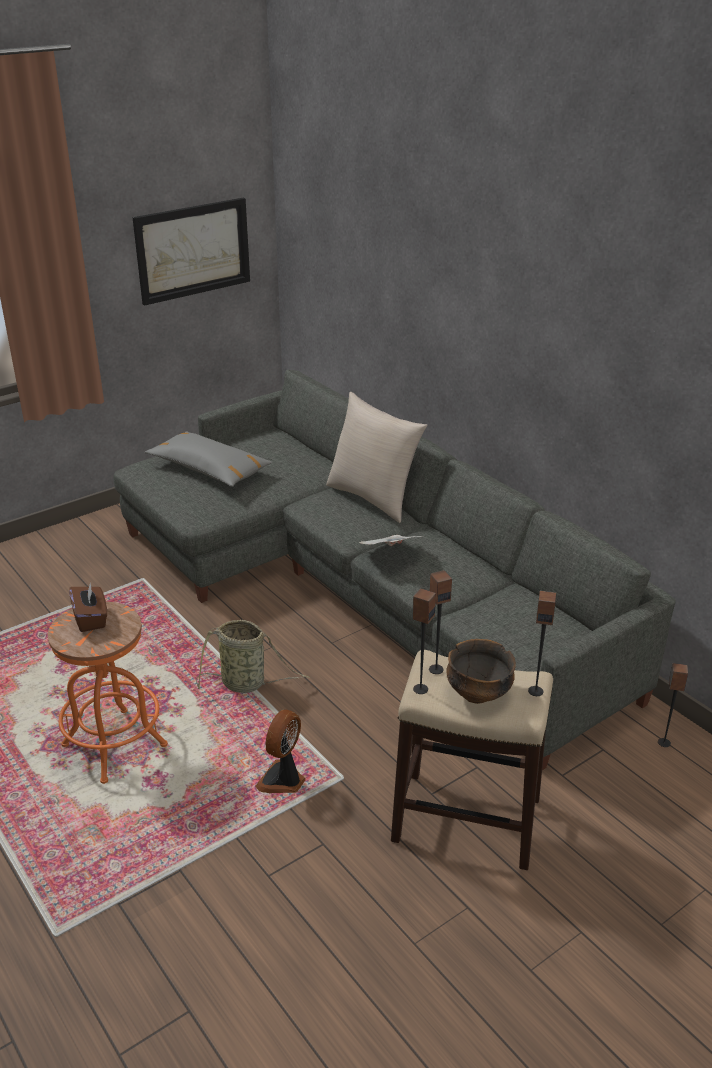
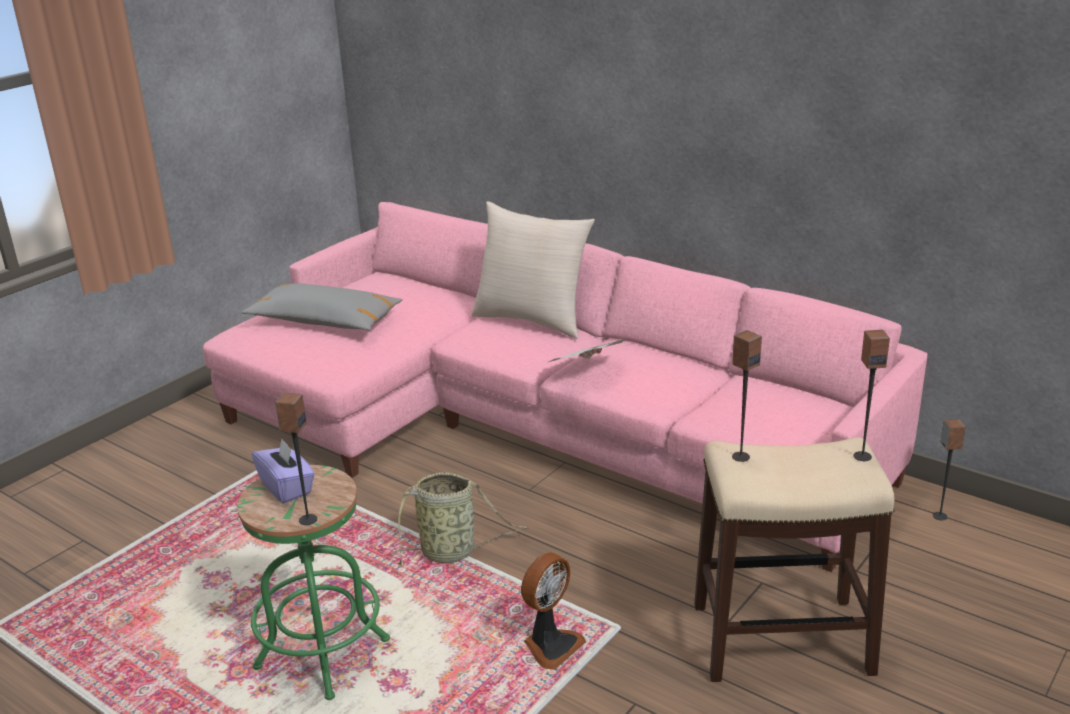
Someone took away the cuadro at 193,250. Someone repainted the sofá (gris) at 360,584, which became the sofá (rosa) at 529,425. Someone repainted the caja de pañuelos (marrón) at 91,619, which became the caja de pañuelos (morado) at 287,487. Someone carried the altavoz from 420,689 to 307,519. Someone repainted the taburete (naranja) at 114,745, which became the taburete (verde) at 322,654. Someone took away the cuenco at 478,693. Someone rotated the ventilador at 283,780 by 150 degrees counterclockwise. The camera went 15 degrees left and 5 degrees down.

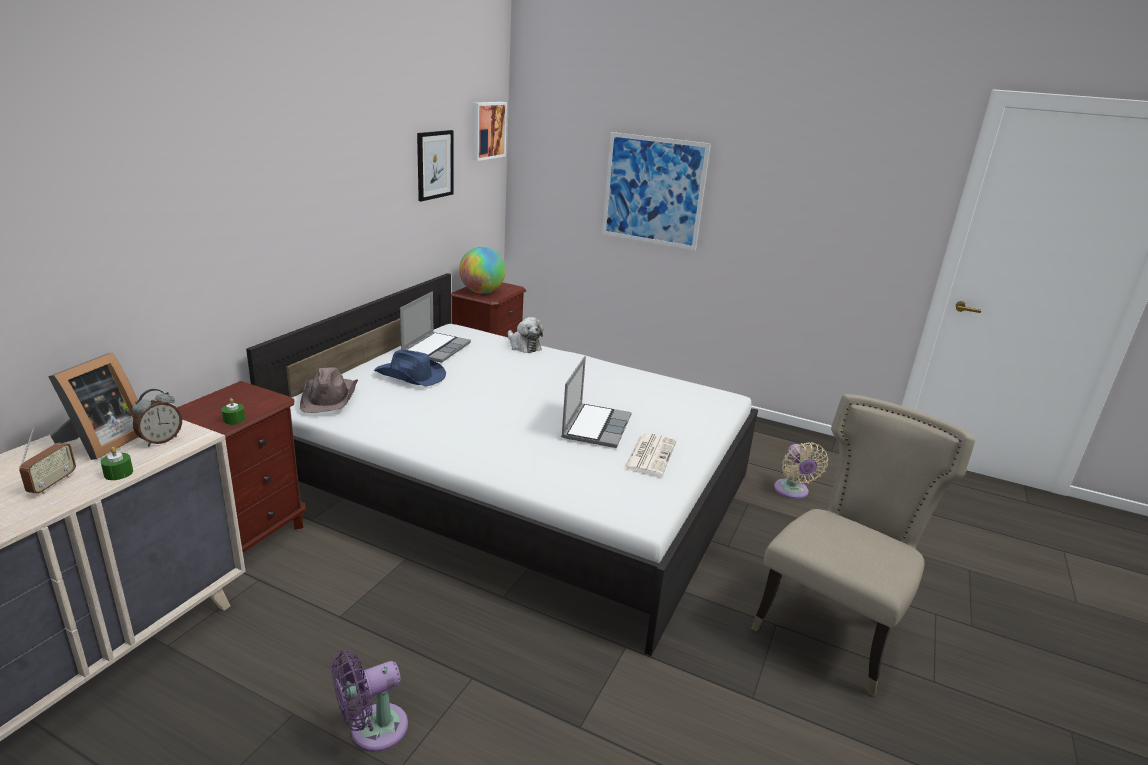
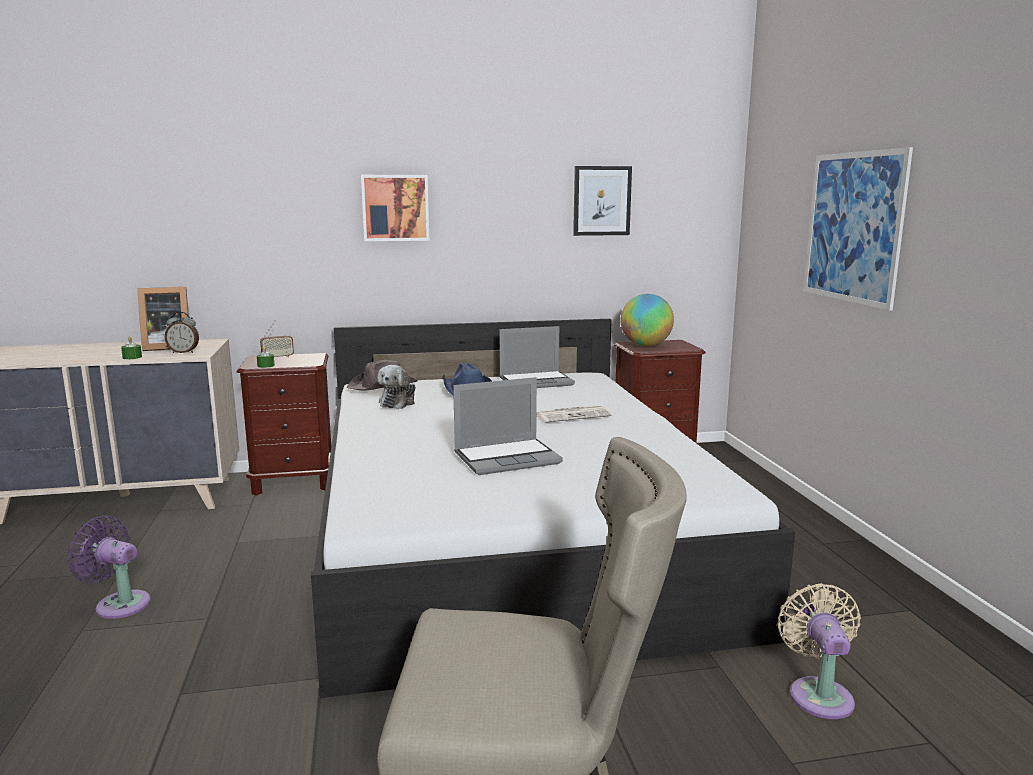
Someone carried the cuadro from 486,130 to 395,208. Someone carried the peluche from 523,346 to 398,402. Someone carried the radio from 52,484 to 278,358. Someone carried the periódico from 650,454 to 572,415. Someone rotated the ventilador (beis) at 792,492 by 135 degrees clockwise. The camera went 55 degrees right and 10 degrees down.

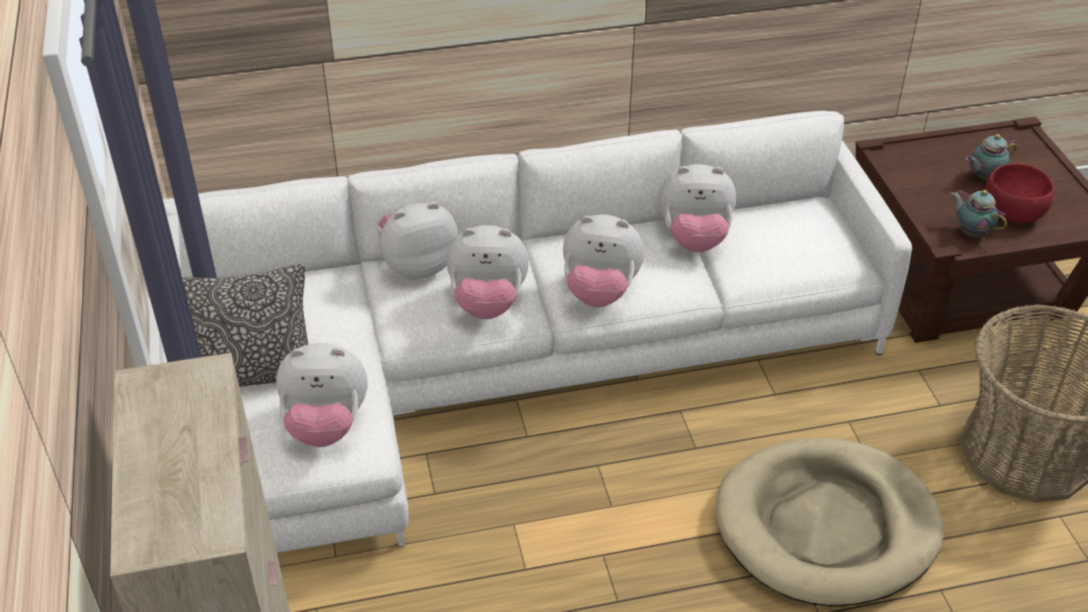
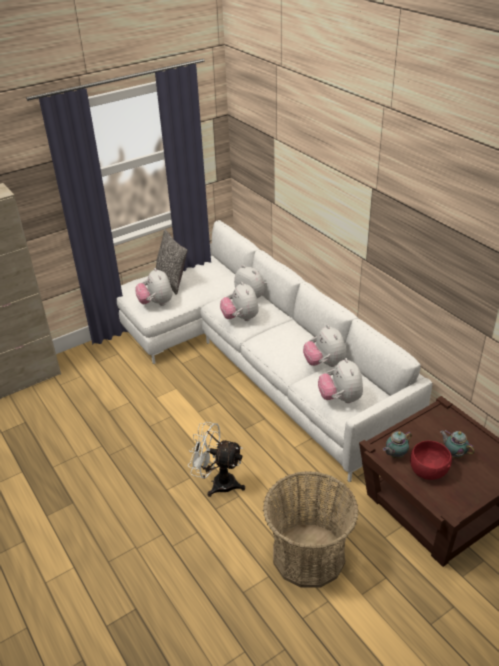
Someone rotated the tetera at 971,233 by 150 degrees counterclockwise. Someone carried the peluche from 600,292 to 340,398. Someone swapped the cama para perro (beis) at 826,527 for the ventilador (blanco) at 218,483. The camera went 70 degrees right and 5 degrees down.

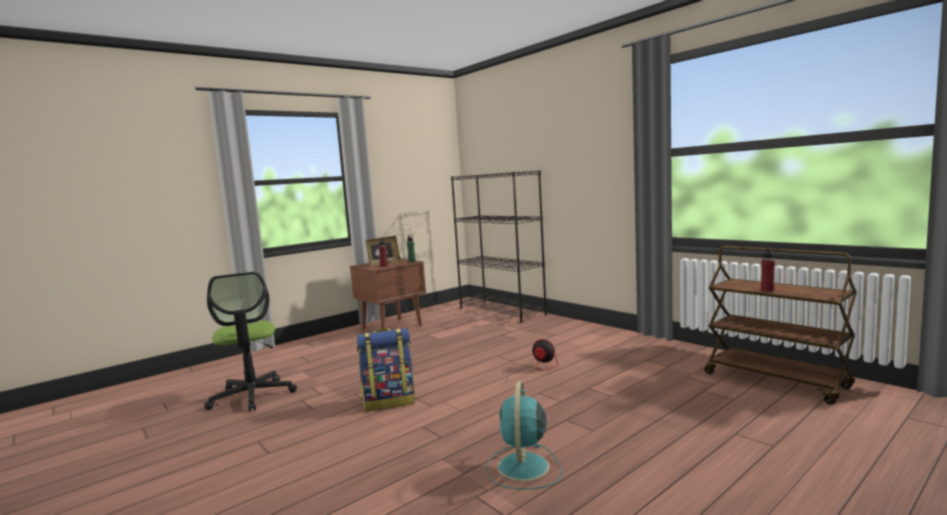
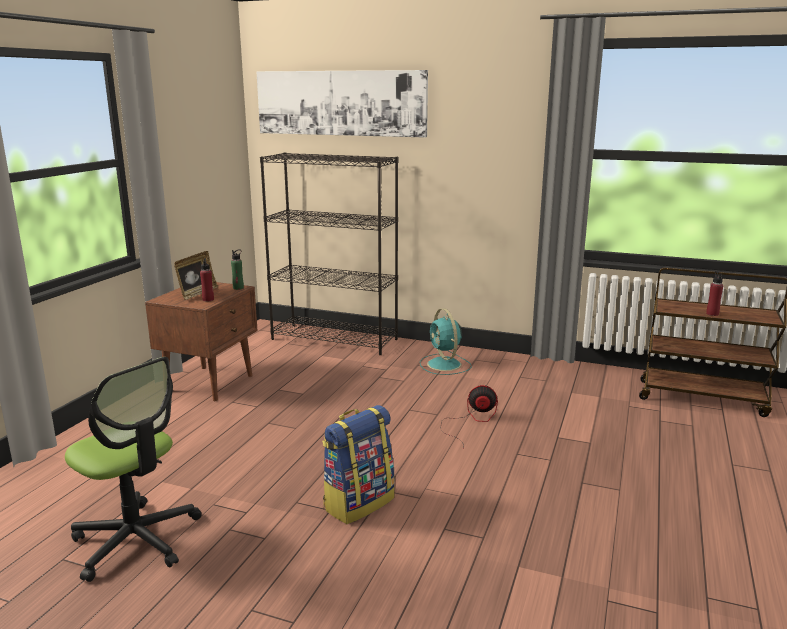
Someone carried the ventilador (turquesa) from 523,468 to 445,365. Someone put up the cuadro at 340,103. The camera went 30 degrees left and 10 degrees up.

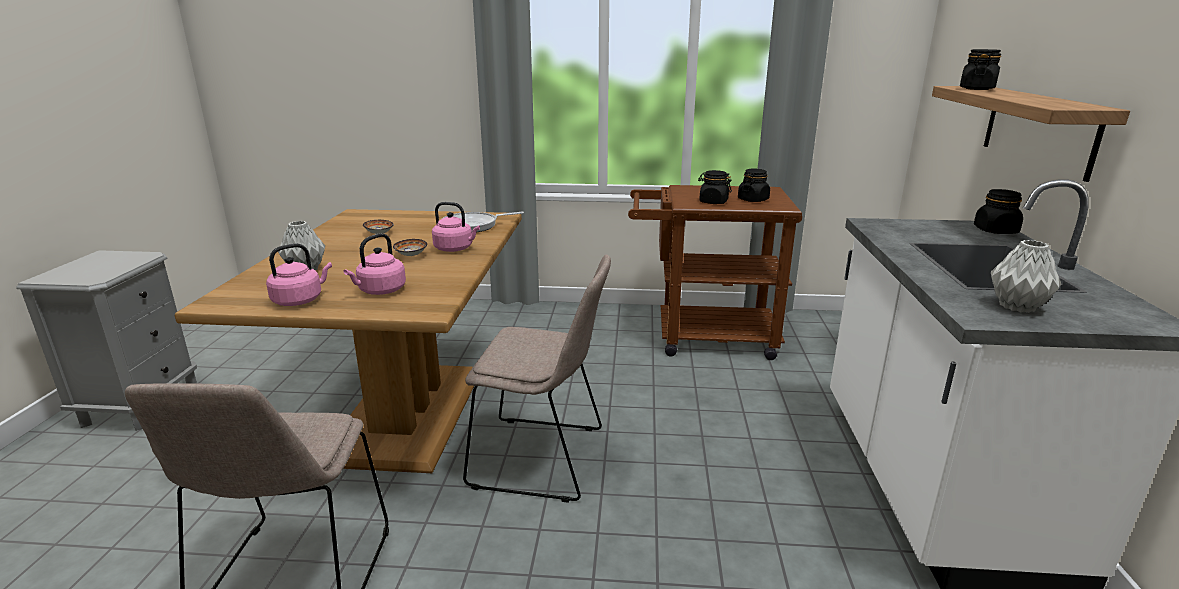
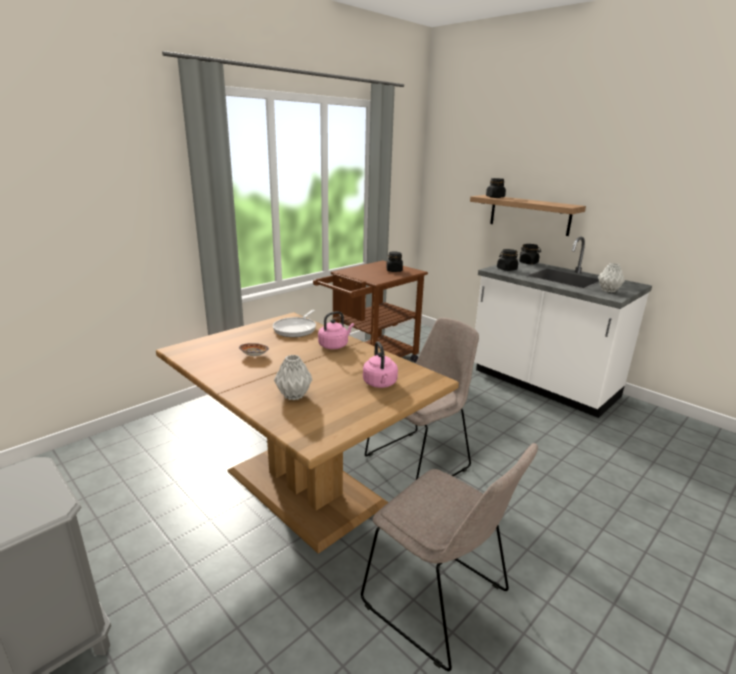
Someone carried the tarro (negro) from 713,202 to 506,269. Someone took away the cuenco at 411,255. Someone took away the hervidor (rosa) at 300,300. The camera went 50 degrees left and 0 degrees up.

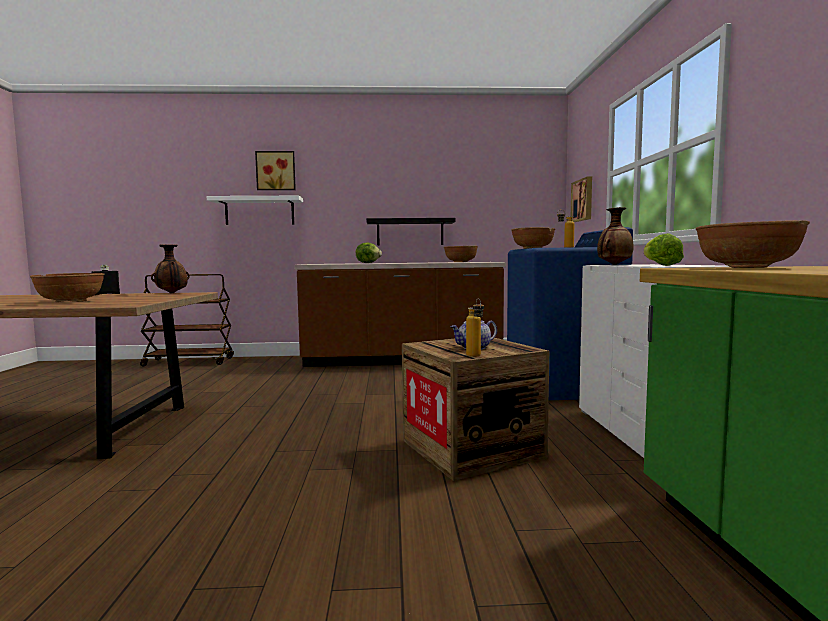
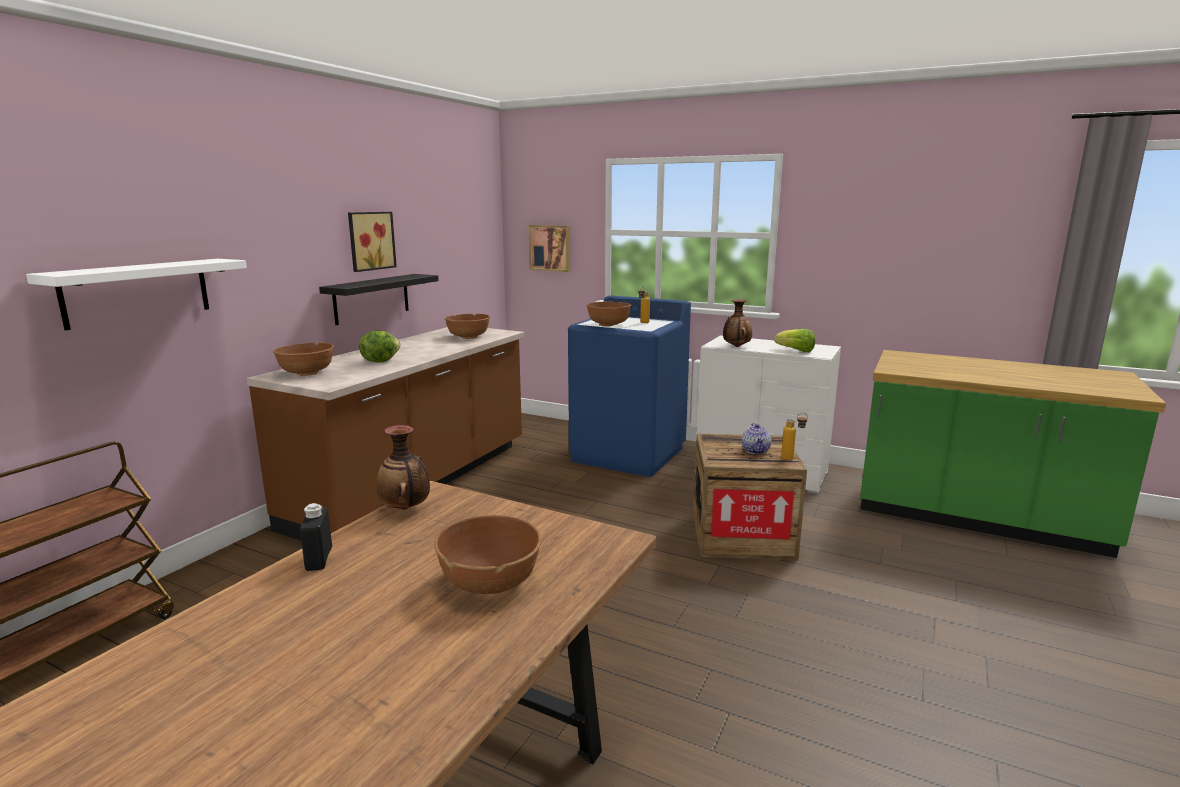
Someone carried the cuadro from 276,171 to 370,241. Someone carried the cuenco (marrón) from 746,267 to 306,373. The camera went 60 degrees left and 10 degrees up.

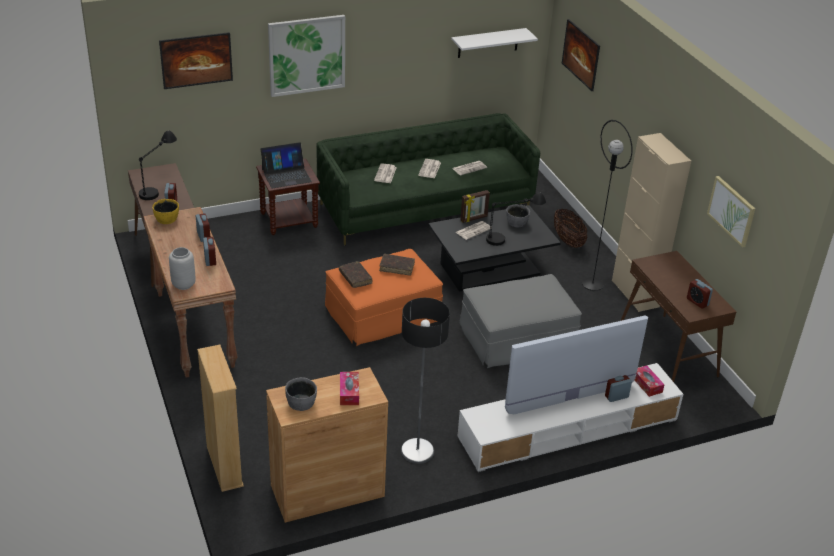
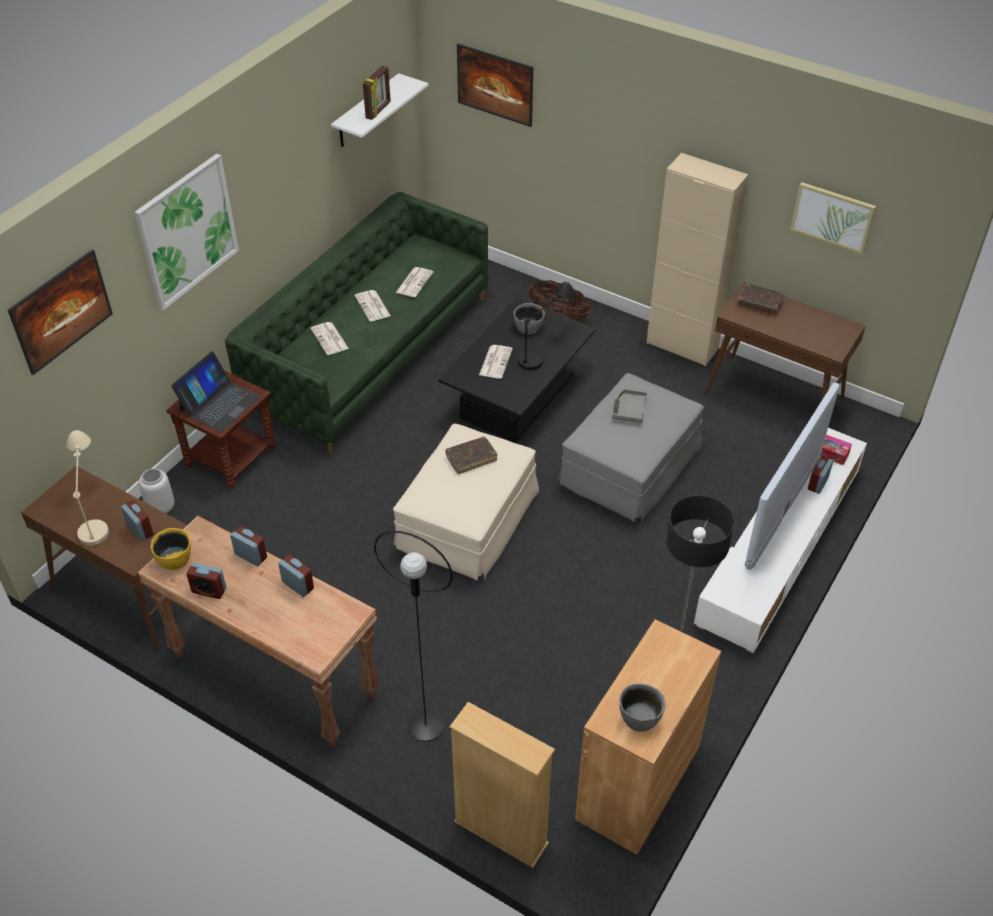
Someone carried the lámpara de pie (negro) from 592,284 to 425,725. Someone repainted the lámpara de mesa (negro) at 159,187, which became the lámpara de mesa (beis) at 93,514. Someone carried the portarretratos from 474,219 to 378,110. Someone carried the florero (gris) from 183,284 to 160,508. Someone repainted the puf (naranja) at 383,315, which became the puf (beis) at 467,521. Someone carried the libro (marrón) from 355,278 to 760,303. Someone carried the despertador from 697,302 to 209,590. Someone took away the caja de pañuelos at 349,392. Someone put down the bandeja (gris) at 629,410. The camera went 35 degrees left and 10 degrees up.

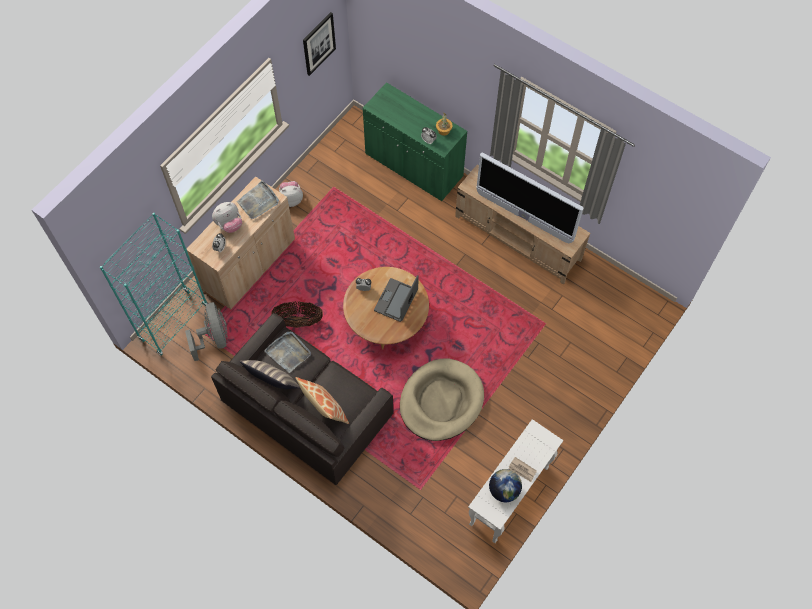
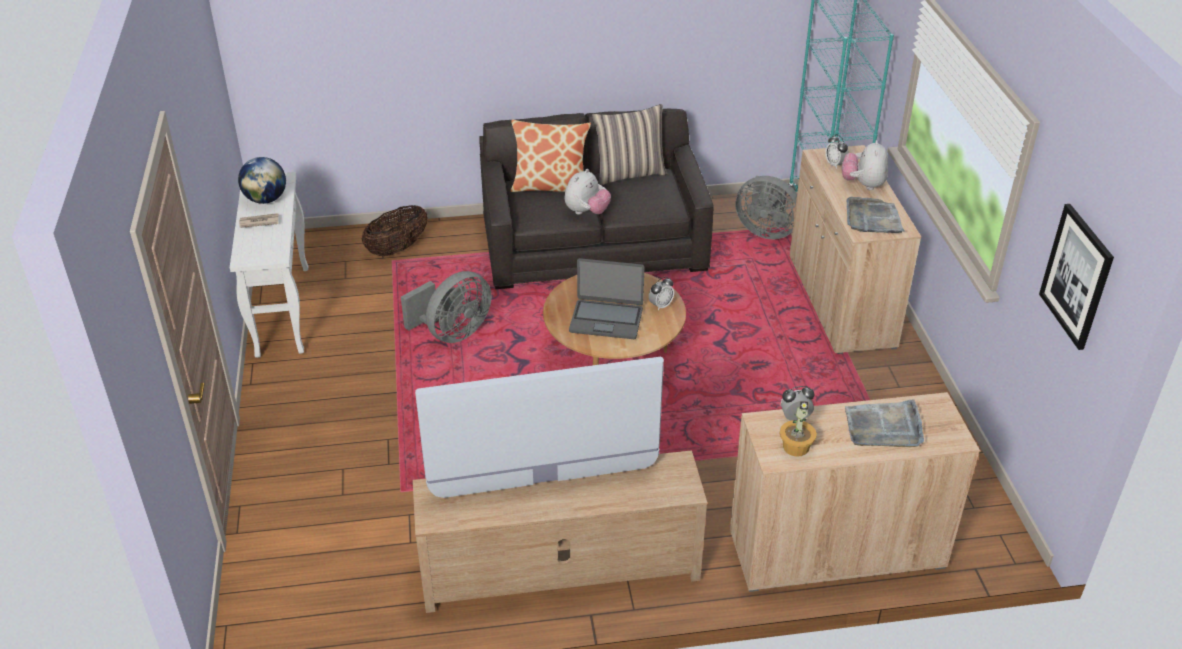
Someone repainted the armario (verde) at 413,165, which became the armario (beis) at 836,549. Someone carried the peluche from 291,199 to 587,212. Someone rotated the portátil at 396,300 by 120 degrees clockwise. Someone carried the cesta from 298,321 to 397,248. Someone carried the bandeja (gris) from 288,352 to 883,427. Someone swapped the cama para perro (beis) at 441,401 for the ventilador (gris) at 453,333. The camera went 135 degrees right and 25 degrees down.

